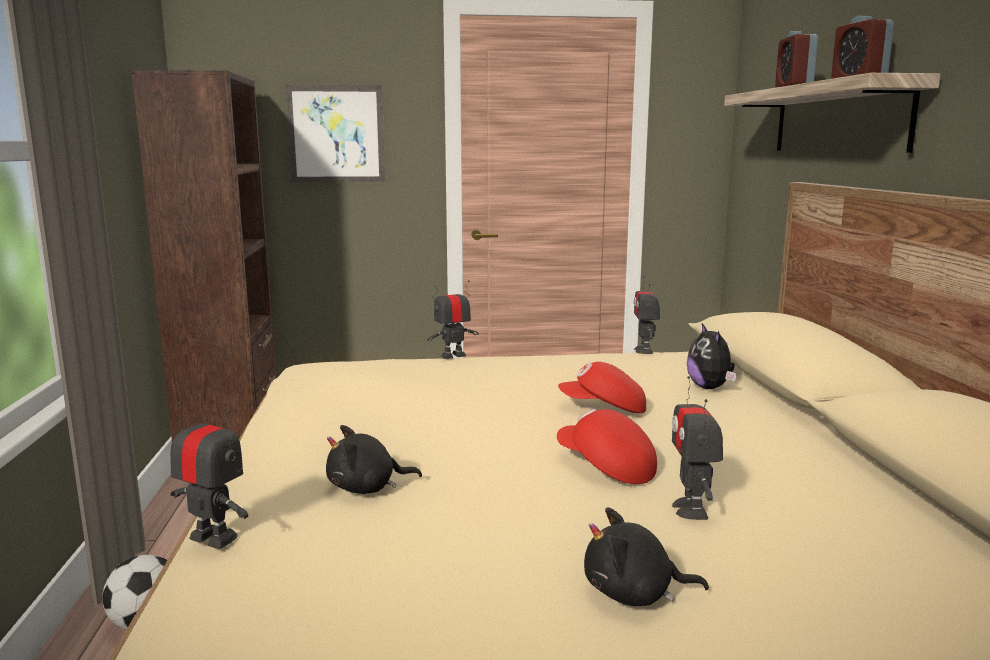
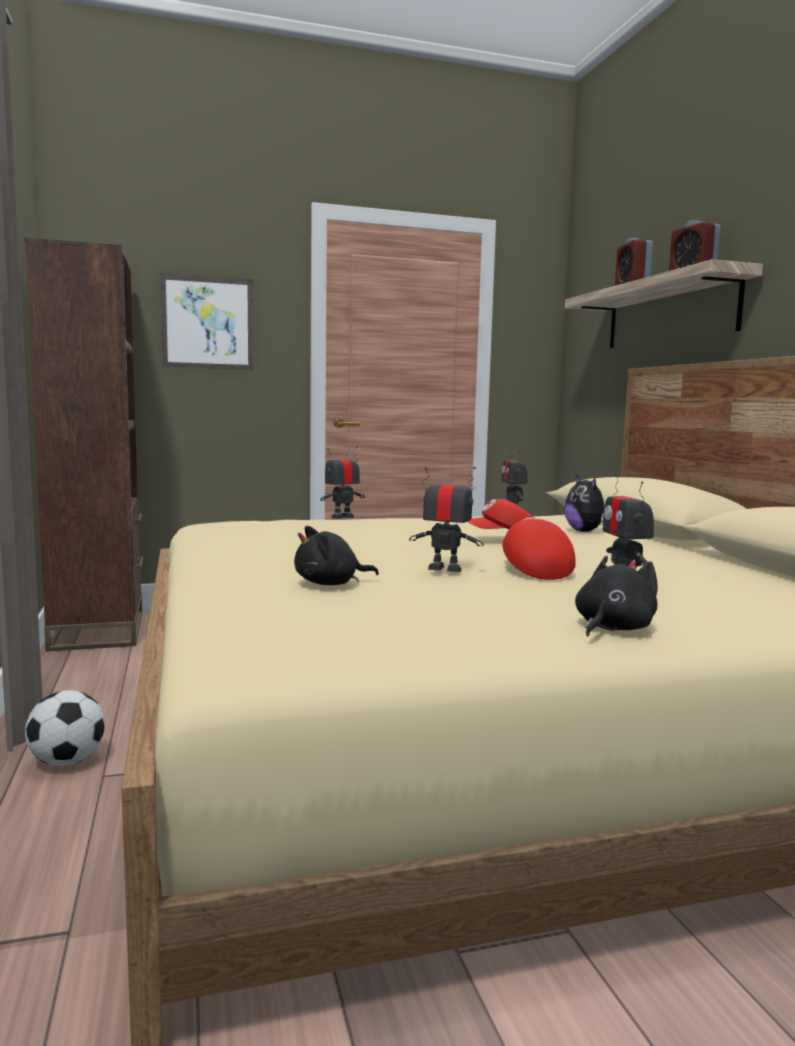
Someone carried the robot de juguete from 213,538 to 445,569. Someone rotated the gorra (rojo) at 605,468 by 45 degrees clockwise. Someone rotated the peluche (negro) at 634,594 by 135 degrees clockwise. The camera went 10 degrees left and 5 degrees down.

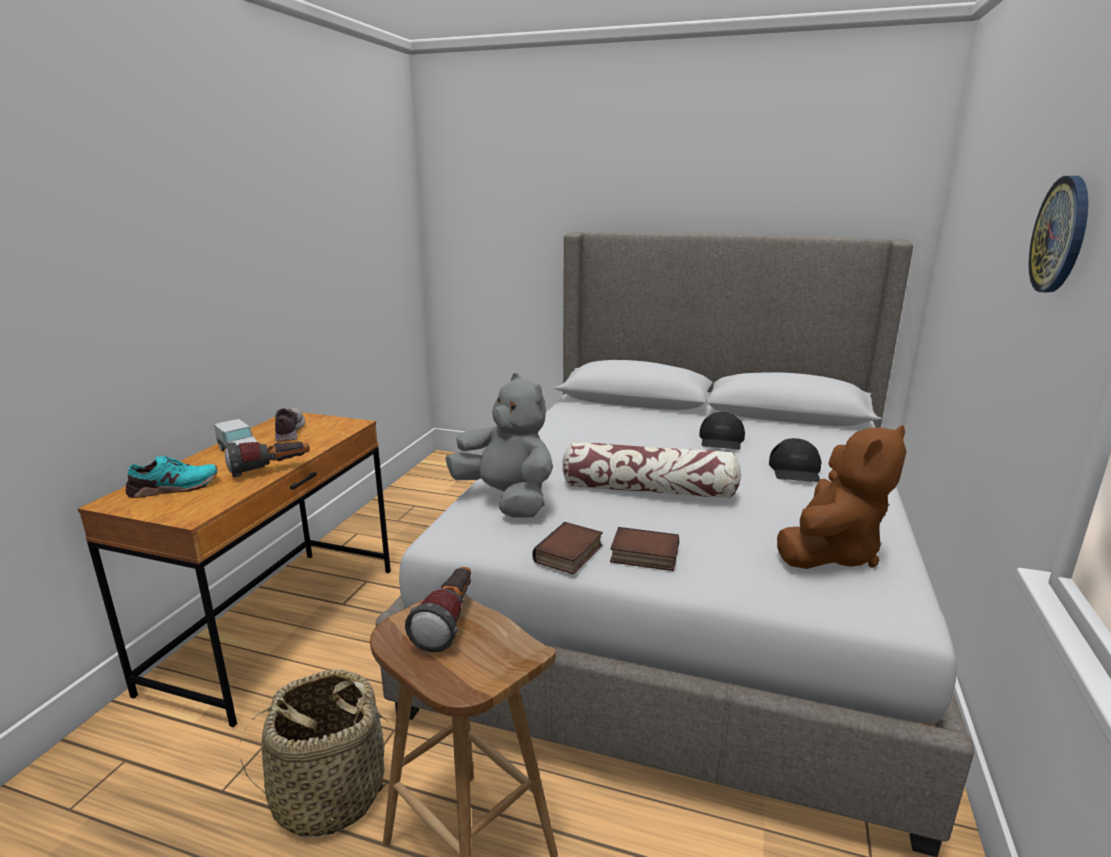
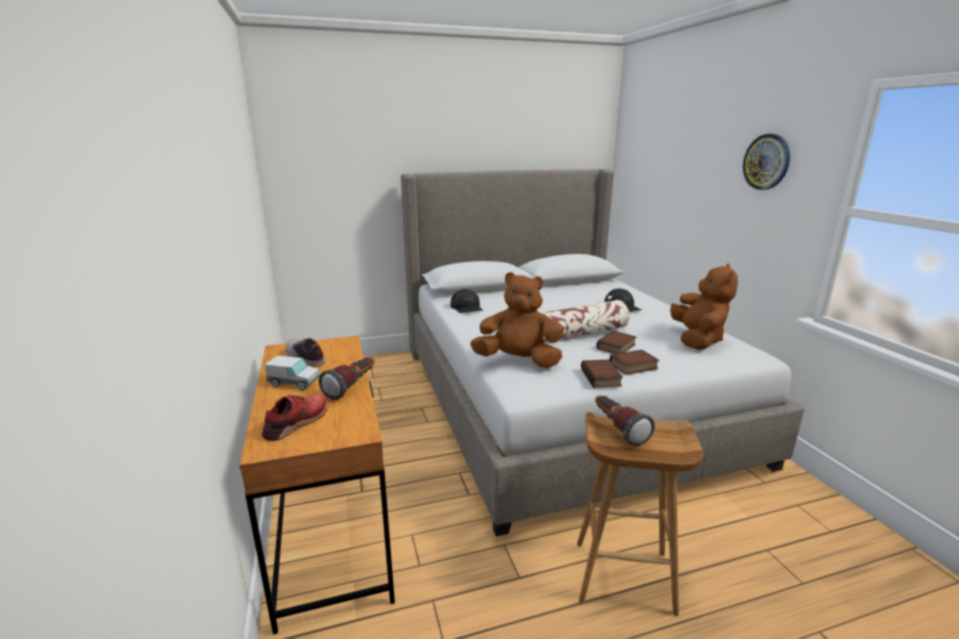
Someone repainted the peluche (gris) at 507,499, which became the peluche (marrón) at 518,361. Someone carried the gorra (negro) from 721,440 to 467,307. Someone repainted the zapato (turquesa) at 174,488, which became the zapato (rojo) at 298,422. Someone took away the cesta at 329,794. Someone put down the libro at 617,347. The camera went 35 degrees left and 0 degrees up.

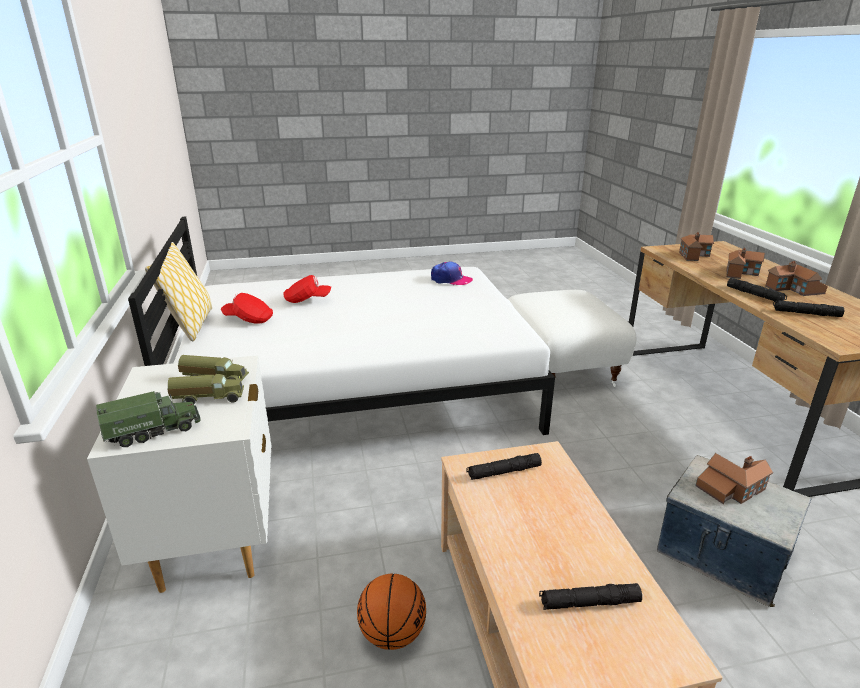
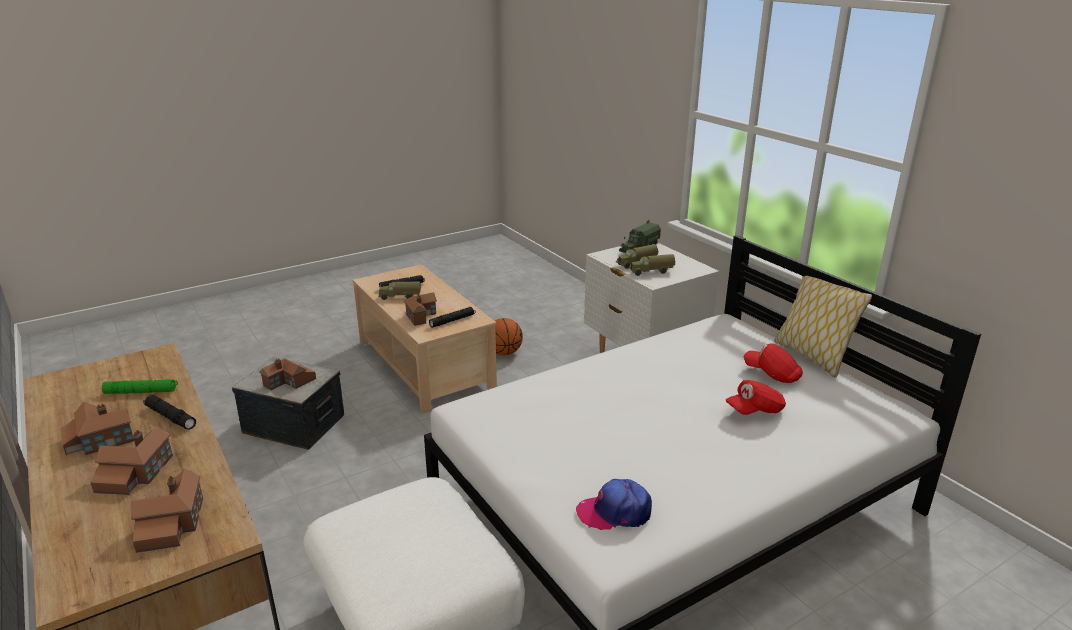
Someone rotated the gorra (rojo) at 249,319 by 135 degrees counterclockwise. Someone repainted the linterna (negro) at 806,313, which became the linterna (verde) at 141,392. Someone put down the camión de juguete at 400,297. Someone put down the casita at 421,315. The camera went 160 degrees right and 0 degrees up.

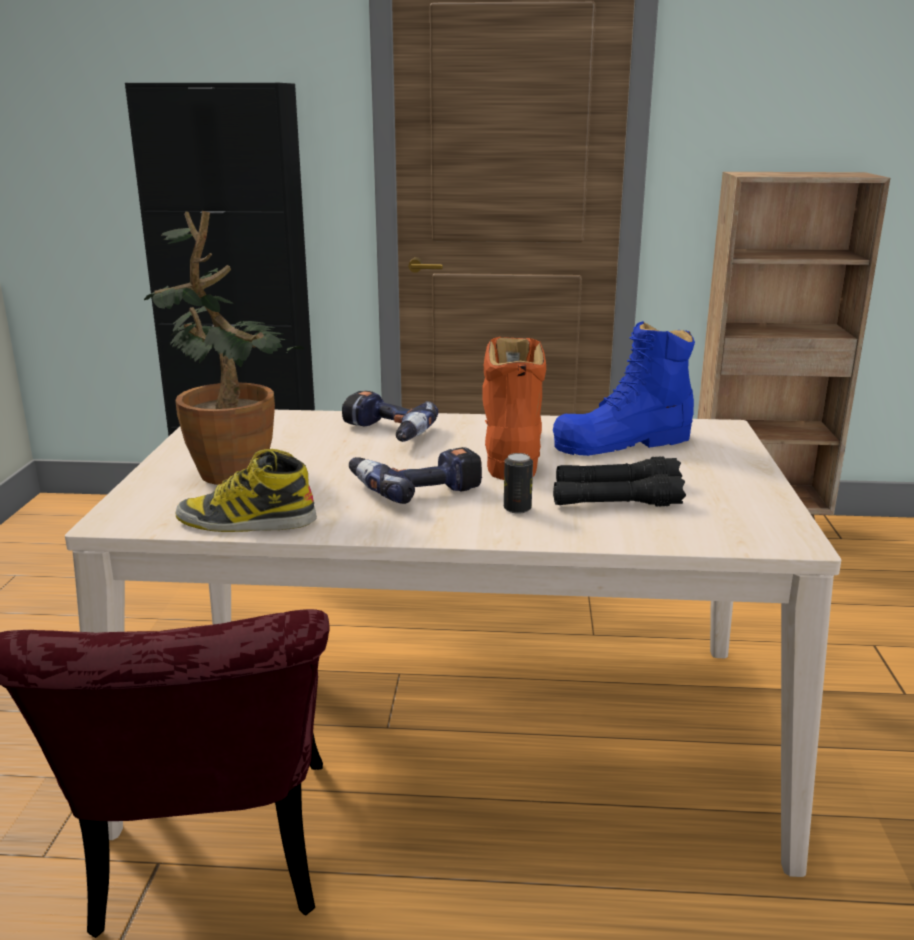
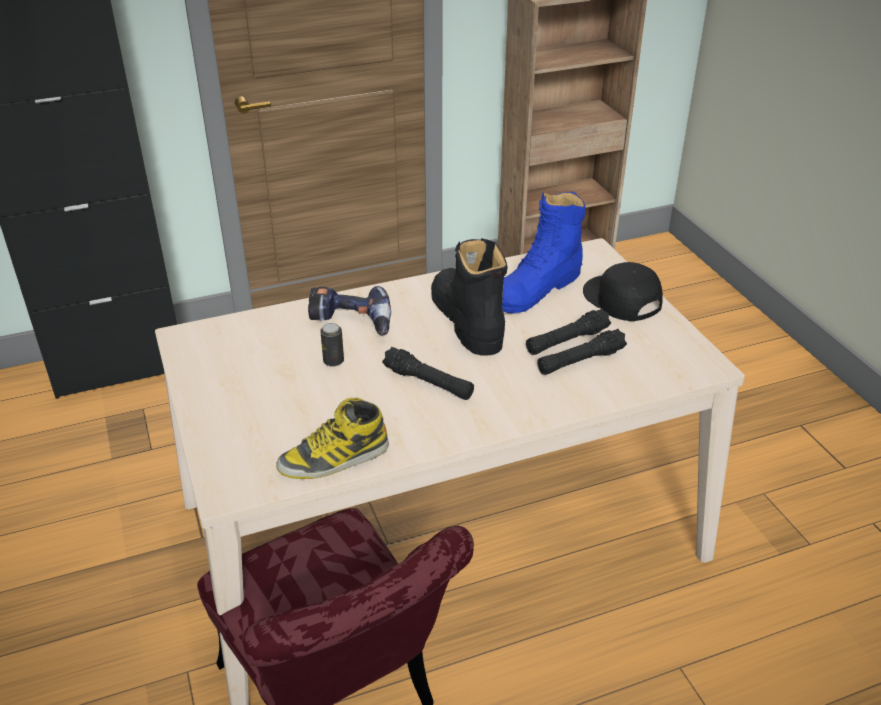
Someone took away the planta en maceta at 231,466. Someone repainted the bota (naranja) at 513,452, which became the bota (negro) at 467,320. Someone swapped the taladro at 416,488 for the linterna (negro) at 428,382. Someone carried the lata from 517,508 to 333,361. Someone put down the gorra (negro) at 621,299. The camera went 25 degrees left and 15 degrees up.

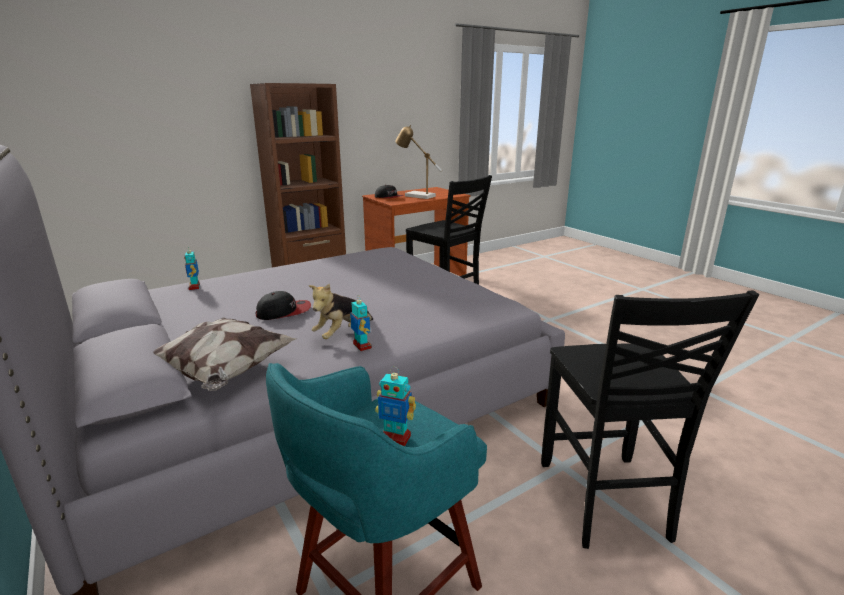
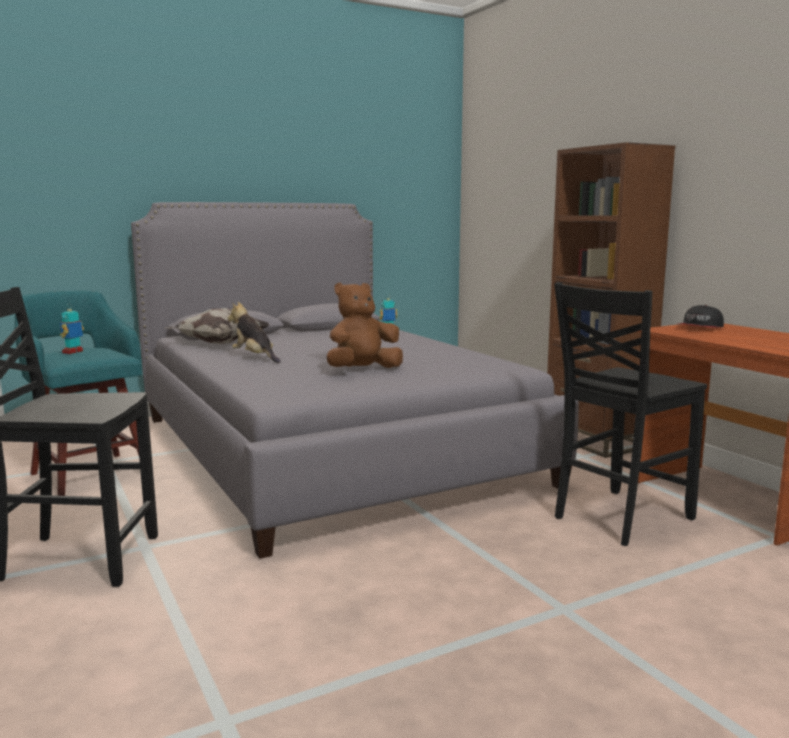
Someone took away the lámpara de mesa at 416,196. Someone took away the gorra at 284,312. Someone took away the robot de juguete at 361,346. Someone put down the peluche (marrón) at 363,370. The camera went 95 degrees right and 10 degrees down.

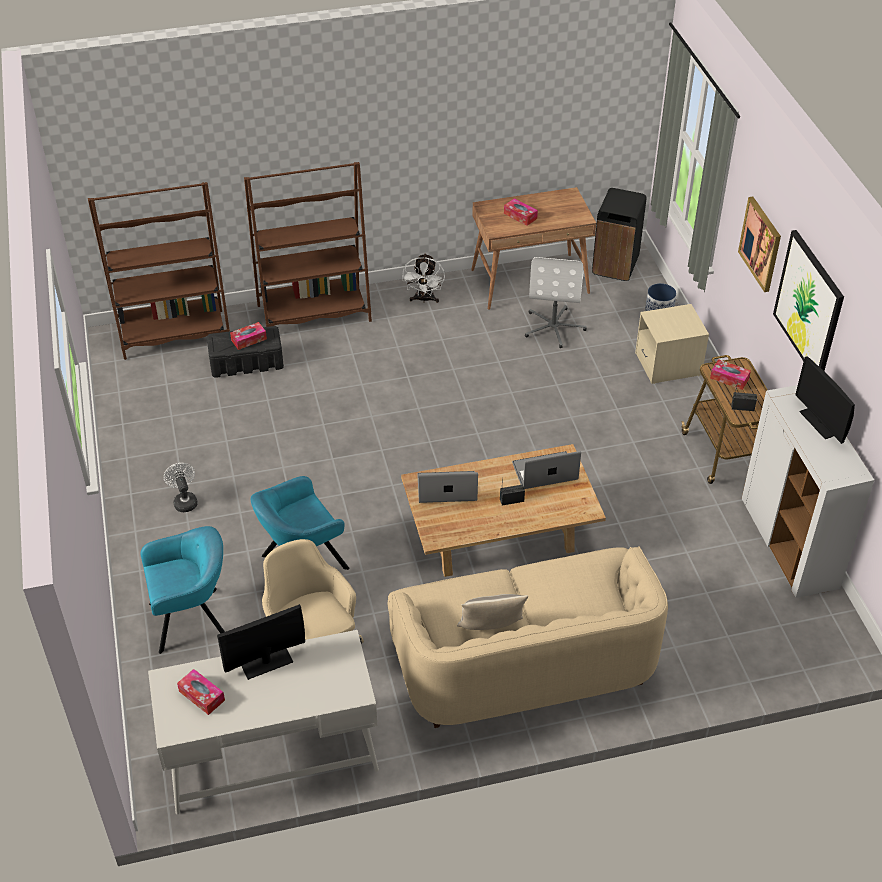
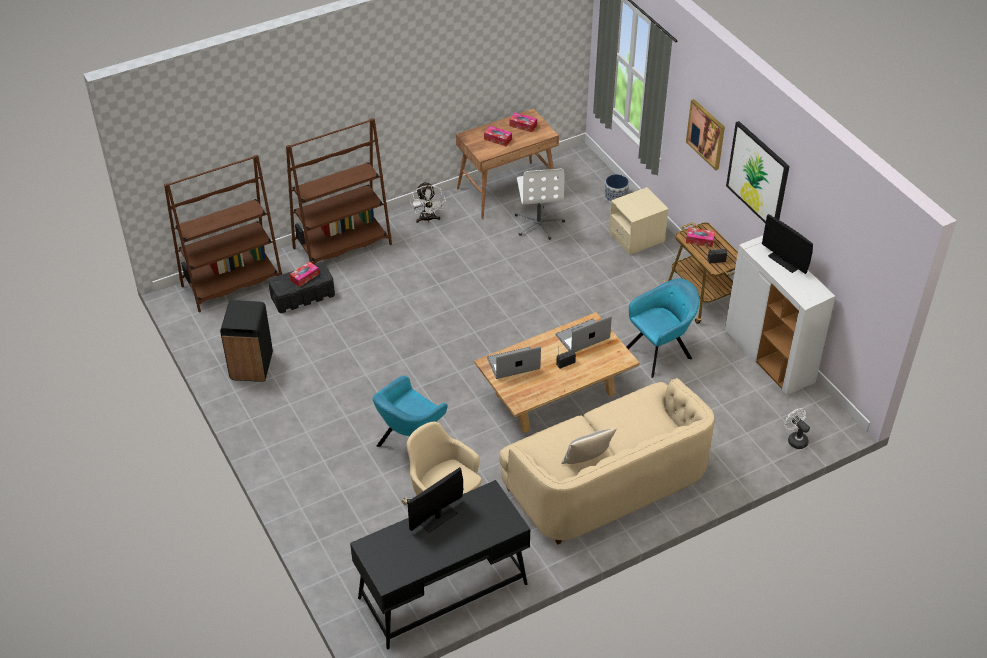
Someone carried the papelera (negro) from 614,266 to 251,367. Someone carried the ventilador (blanco) from 184,501 to 795,439. Someone carried the sillón (turquesa) from 192,619 to 660,352. Someone repainted the escritorio (blanco) at 271,754, which became the escritorio (negro) at 442,590. Someone carried the caja de pañuelos from 202,696 to 523,125. The camera went 15 degrees left and 0 degrees up.

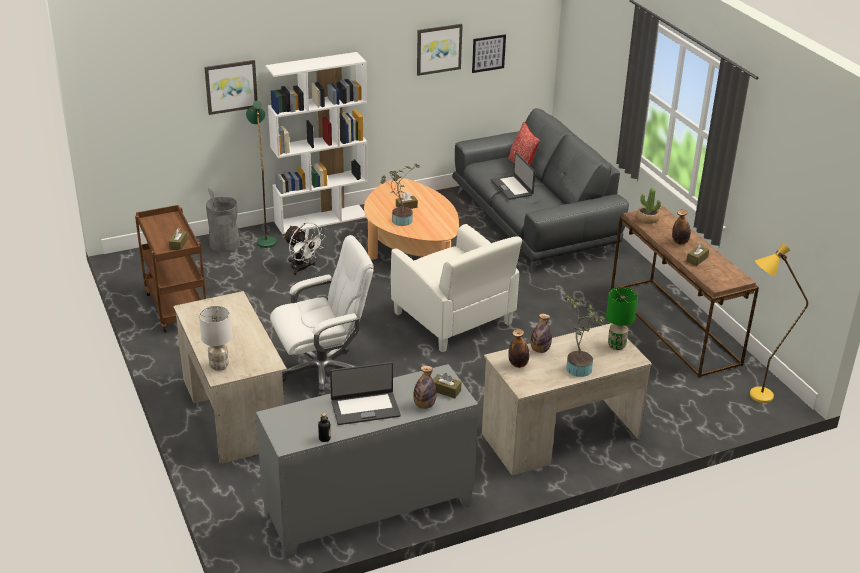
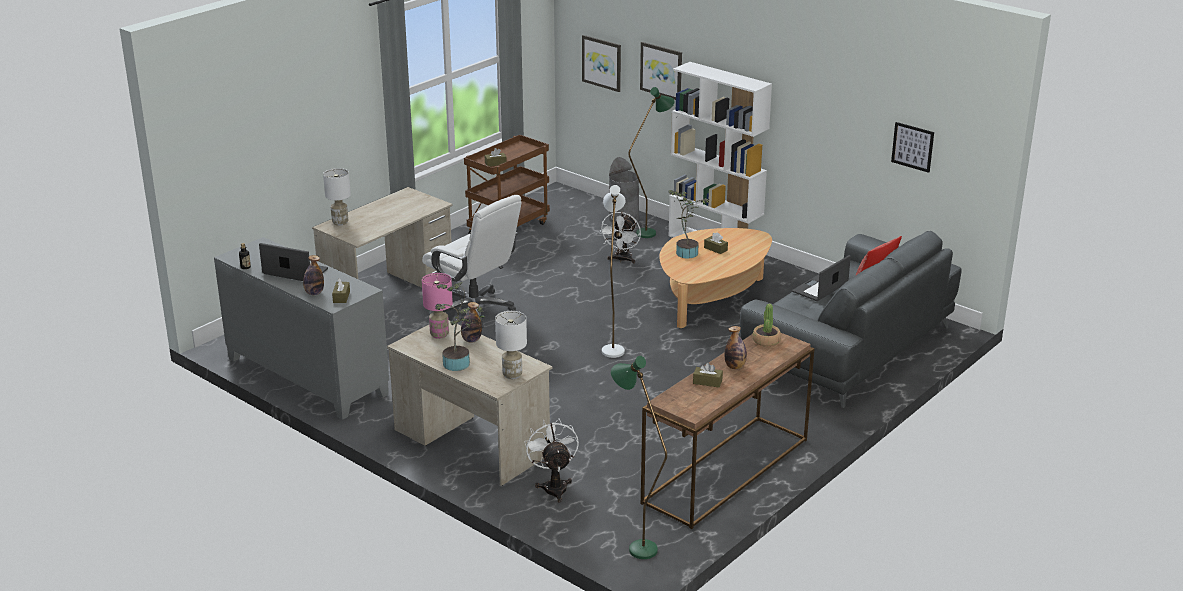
Someone carried the cuadro from 438,49 to 602,63. Someone swapped the sillón (blanco) at 453,319 for the lámpara de pie (blanco) at 612,347. Someone repainted the lámpara de pie (amarillo) at 753,397, which became the lámpara de pie (verde) at 635,545. Someone repainted the lámpara de mesa (verde) at 616,345, which became the lámpara de mesa (blanco) at 512,375. Someone swapped the botella at 518,364 for the lámpara de mesa (rosa) at 439,335. Someone rotated the portátil at 365,408 by 150 degrees clockwise. Someone put down the ventilador (blanco) at 554,486. The camera went 65 degrees right and 5 degrees down.

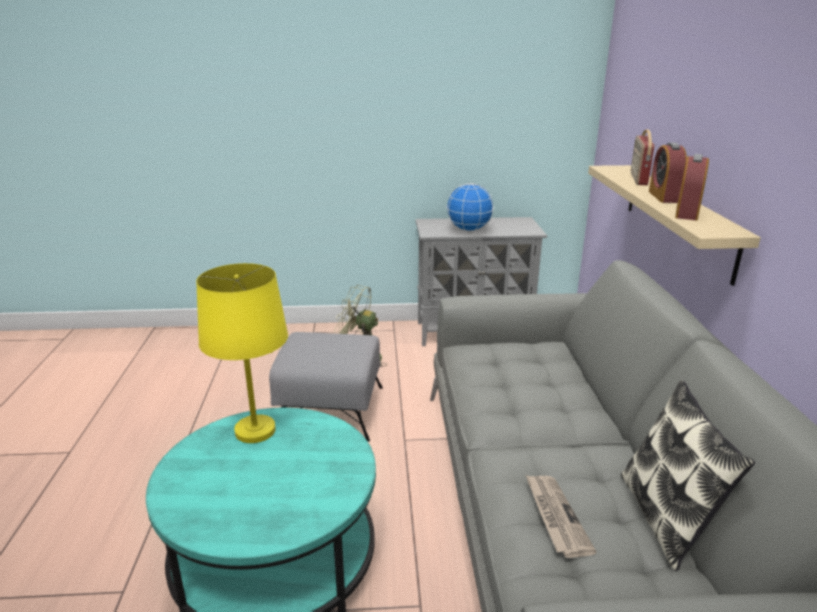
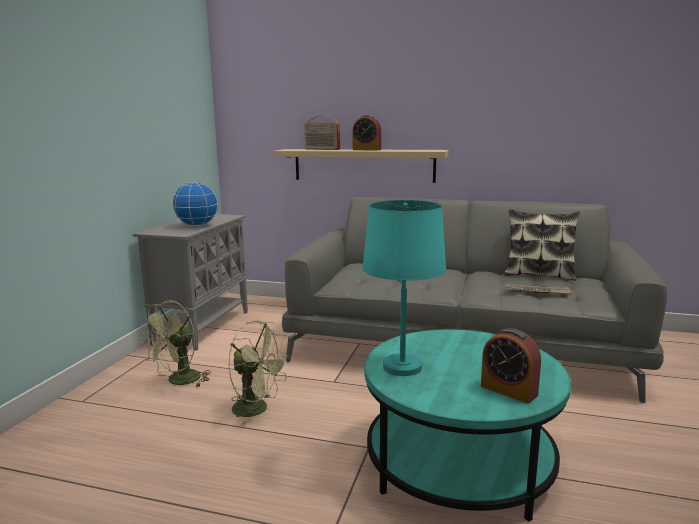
Someone carried the despertador from 686,213 to 508,390. Someone repainted the lámpara de mesa (amarillo) at 255,431, which became the lámpara de mesa (turquesa) at 403,367. Someone swapped the puf (gris) at 331,410 for the ventilador (verde) at 257,409. The camera went 70 degrees left and 10 degrees down.

